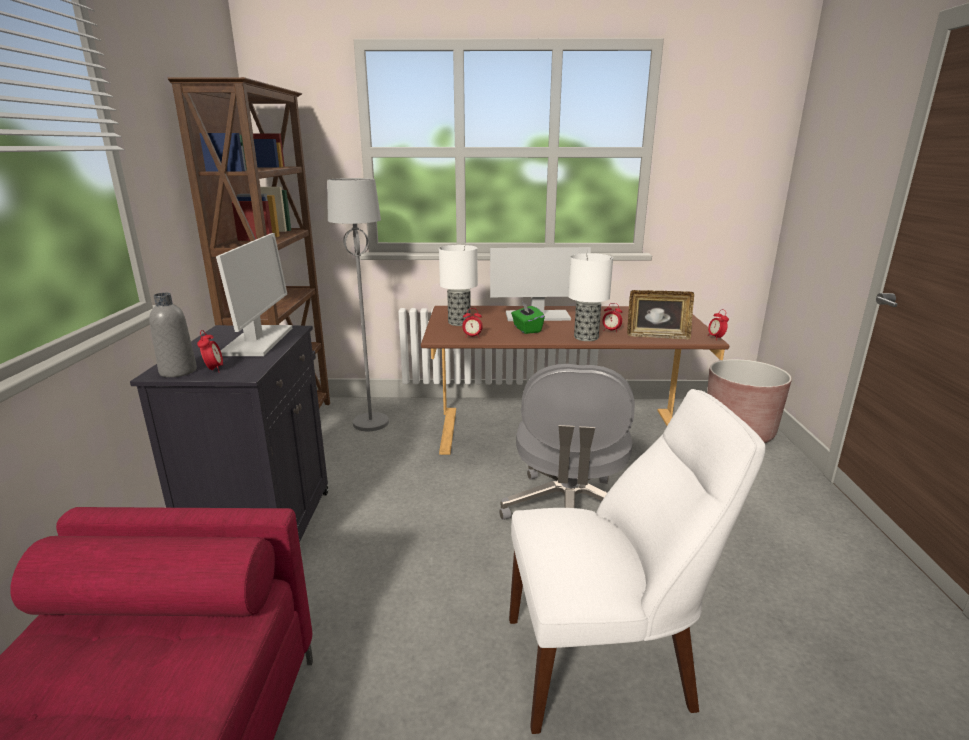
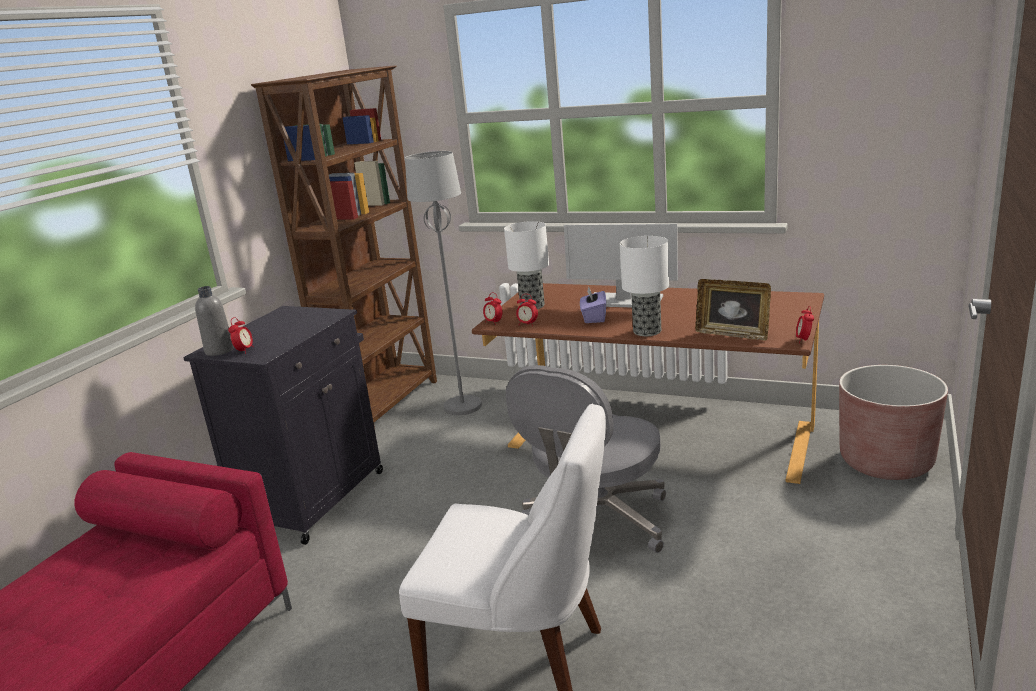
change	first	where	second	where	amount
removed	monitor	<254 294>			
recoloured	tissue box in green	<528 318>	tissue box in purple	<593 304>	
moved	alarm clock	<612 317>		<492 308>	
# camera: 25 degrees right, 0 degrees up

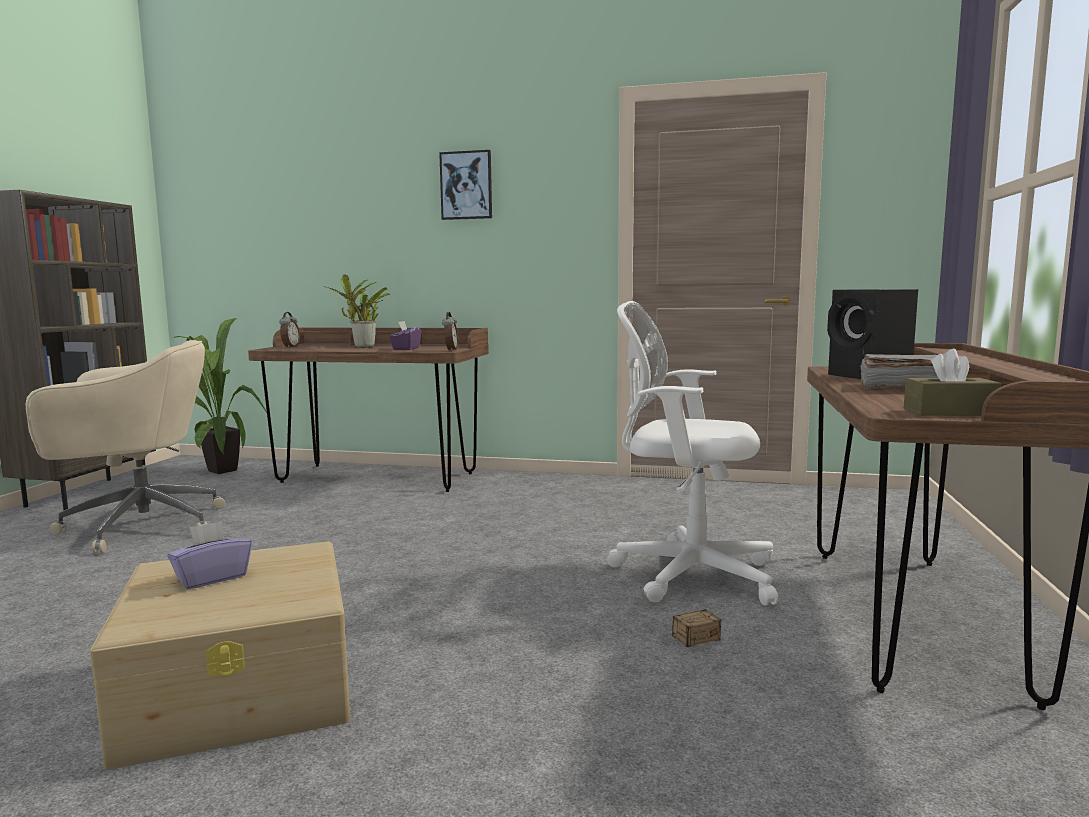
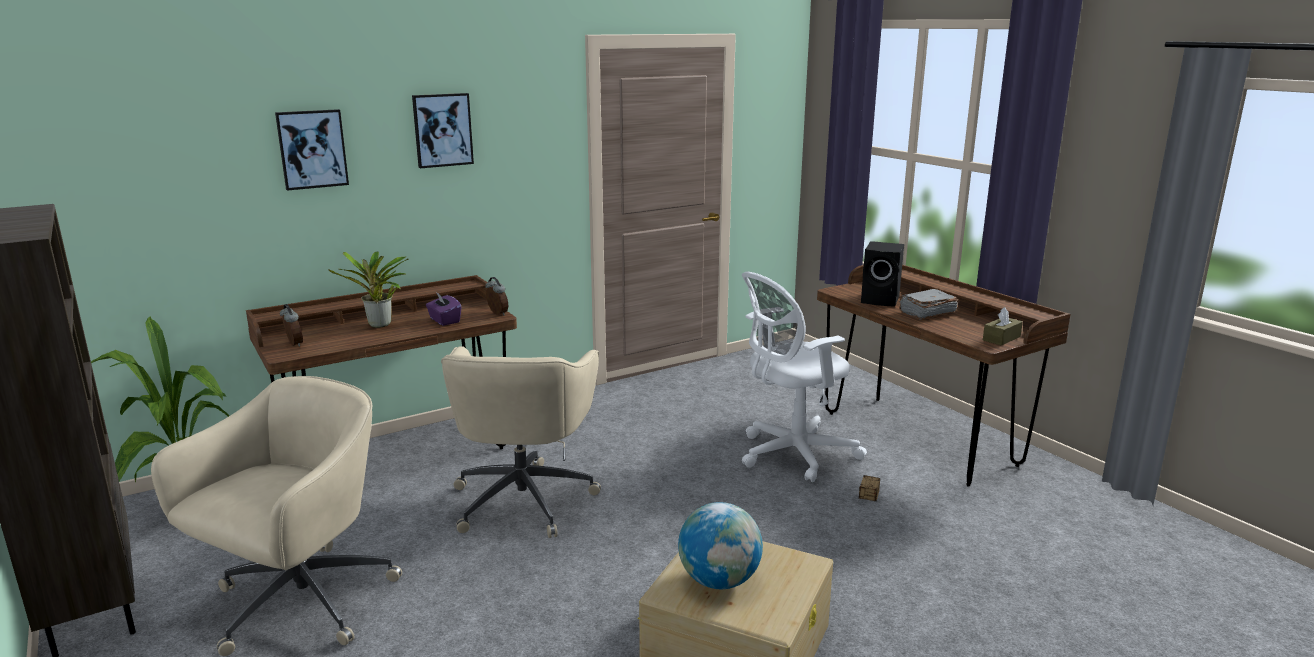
change	first	where	second	where	amount
replaced	tissue box in purple	<209 555>	globe	<720 545>	
added			picture	<312 150>	
added			office chair in beige	<521 442>	
# camera: 45 degrees left, 10 degrees up

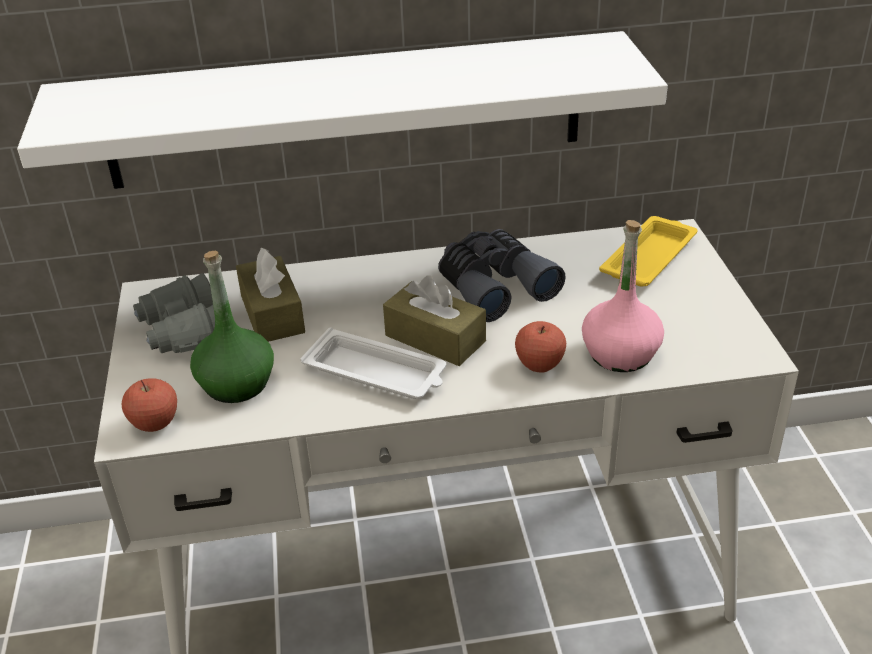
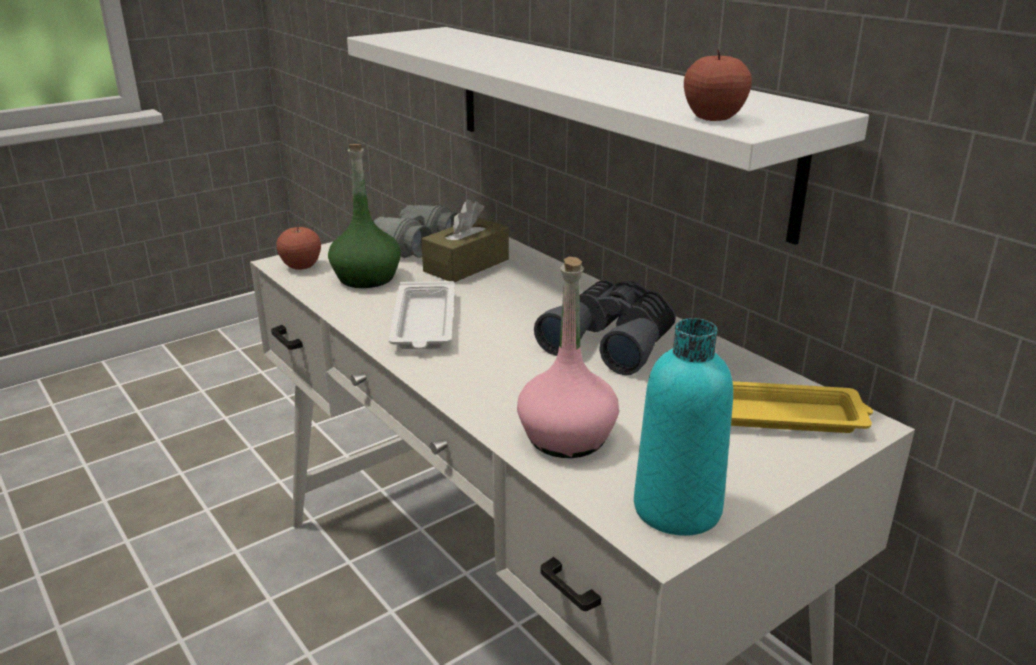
change	first	where	second	where	amount
removed	tissue box in brown	<434 320>			
moved	apple	<540 347>		<718 85>	
added			bottle in turquoise	<683 427>	
# camera: 60 degrees right, 10 degrees down

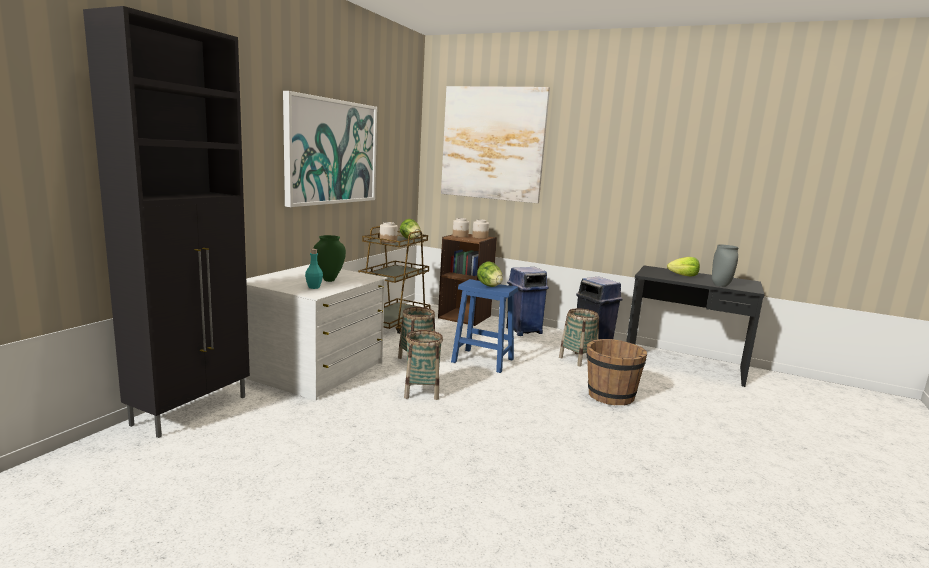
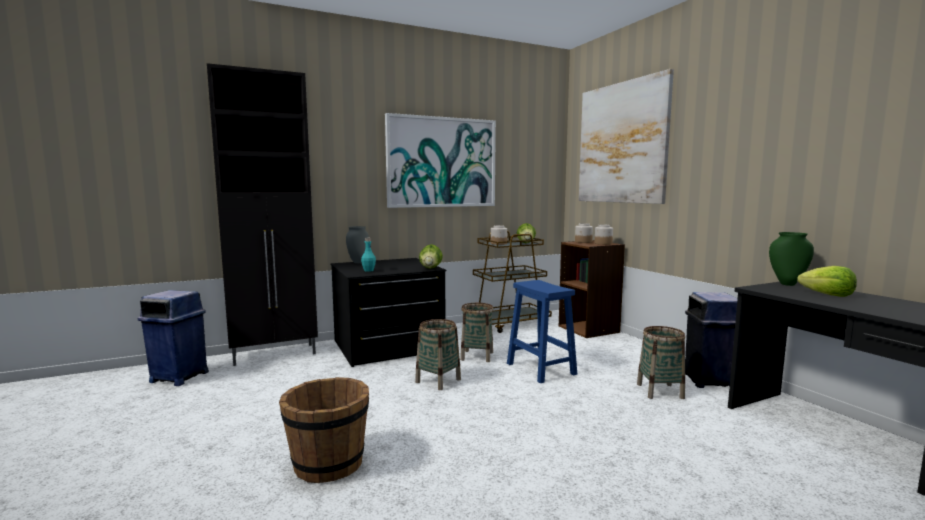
change	first	where	second	where	amount
recoloured	dresser in white	<316 332>	dresser in black	<388 312>	
moved	vase in green	<329 258>		<791 259>	
moved	lettuce	<490 274>		<431 256>	
moved	trash can in blue	<527 301>		<173 338>	
moved	bucket in brown	<616 372>		<324 430>	
moved	vase in grey	<725 266>		<357 244>	
# camera: 40 degrees right, 5 degrees down

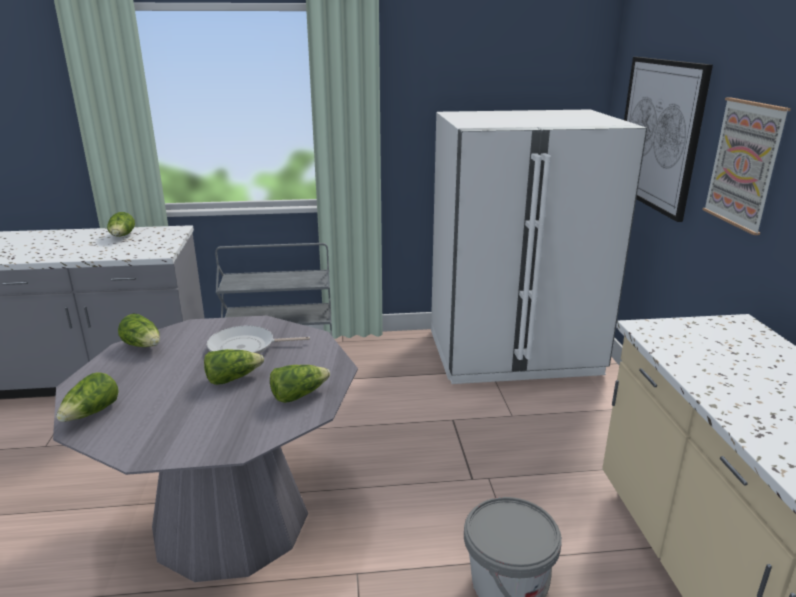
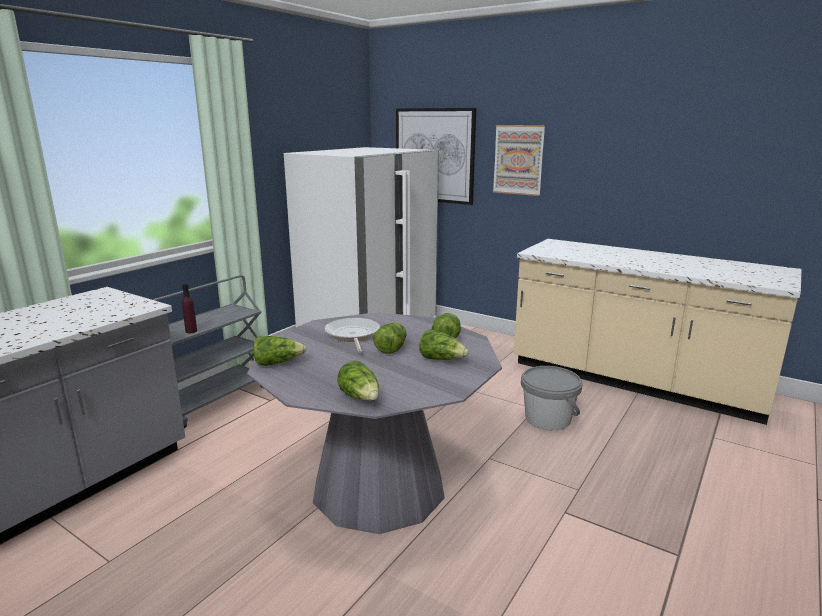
change	first	where	second	where	amount
moved	lettuce	<121 224>		<444 344>	
turned	frying pan	<258 340>		<352 335>	135 degrees clockwise
added			bottle in purple	<189 308>	
# camera: 50 degrees left, 5 degrees down

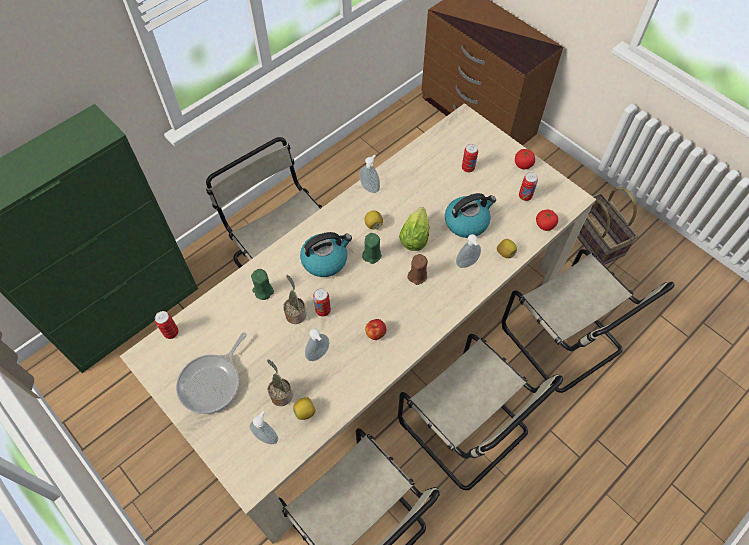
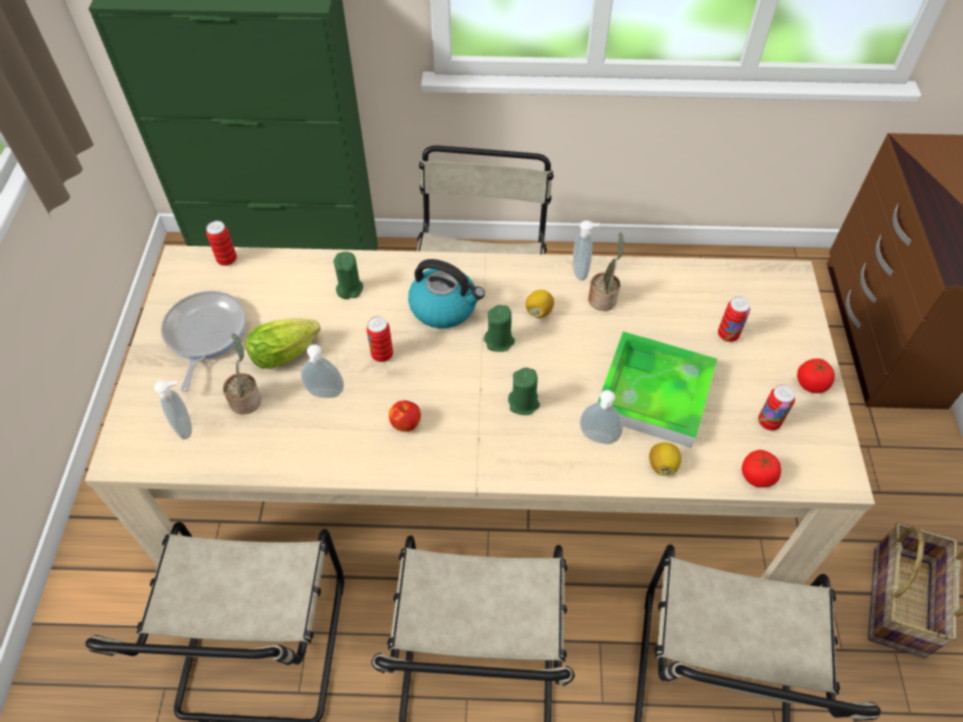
change	first	where	second	where	amount
turned	frying pan	<211 373>		<203 342>	105 degrees clockwise
moved	potted plant	<294 299>		<606 271>	
removed	lemon	<304 408>			
moved	lettuce	<414 229>		<283 343>	
recoloured	candle in brown	<417 269>	candle in green	<524 391>	
replaced	kettle	<470 215>	tray	<657 389>	
# camera: 45 degrees right, 5 degrees down

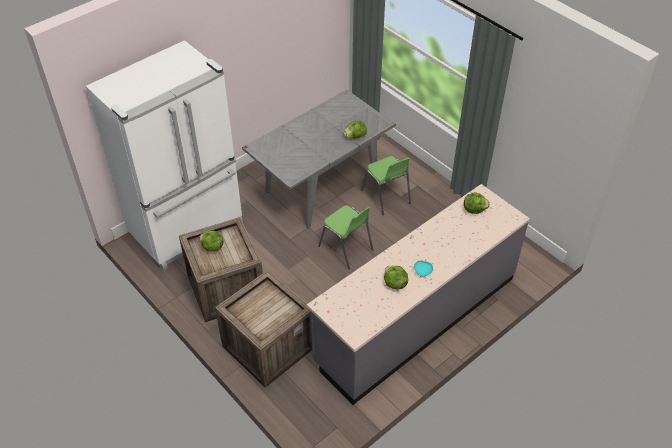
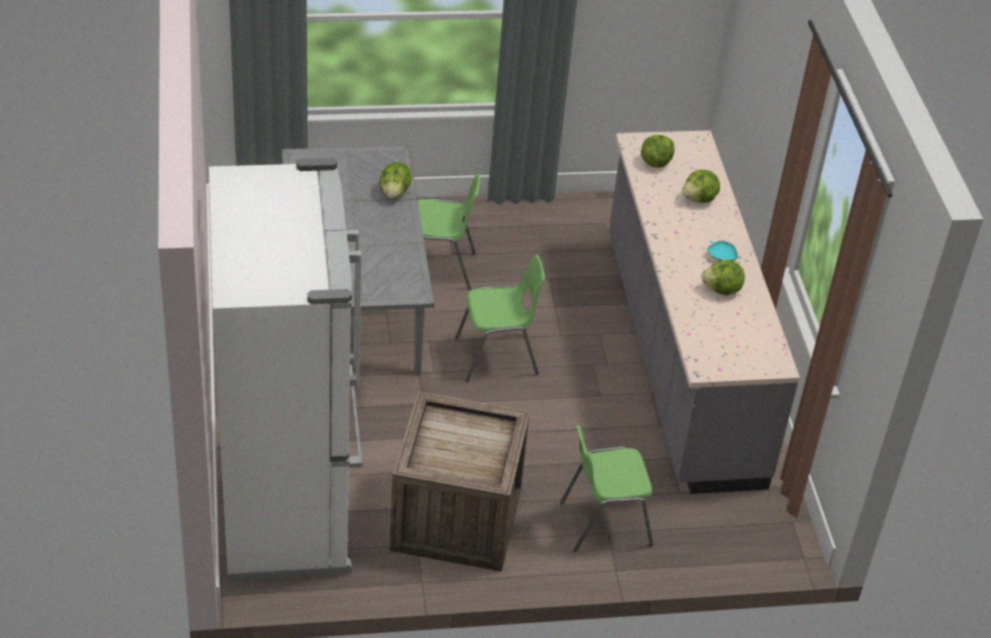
change	first	where	second	where	amount
moved	lettuce	<211 241>		<701 186>	
replaced	crate	<263 329>	chair in green	<606 488>	
# camera: 60 degrees left, 5 degrees down

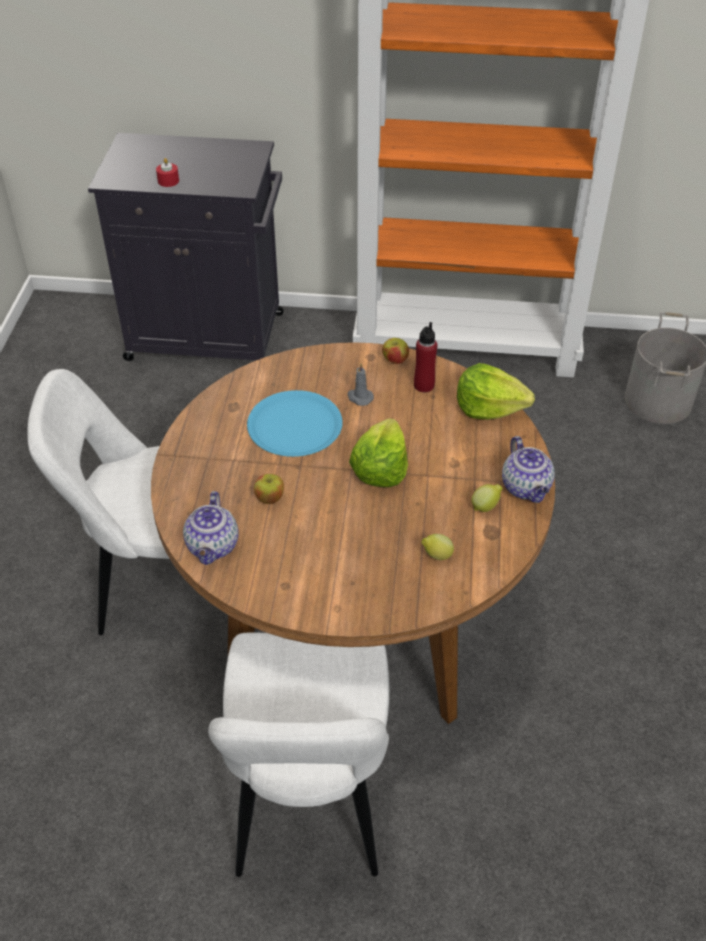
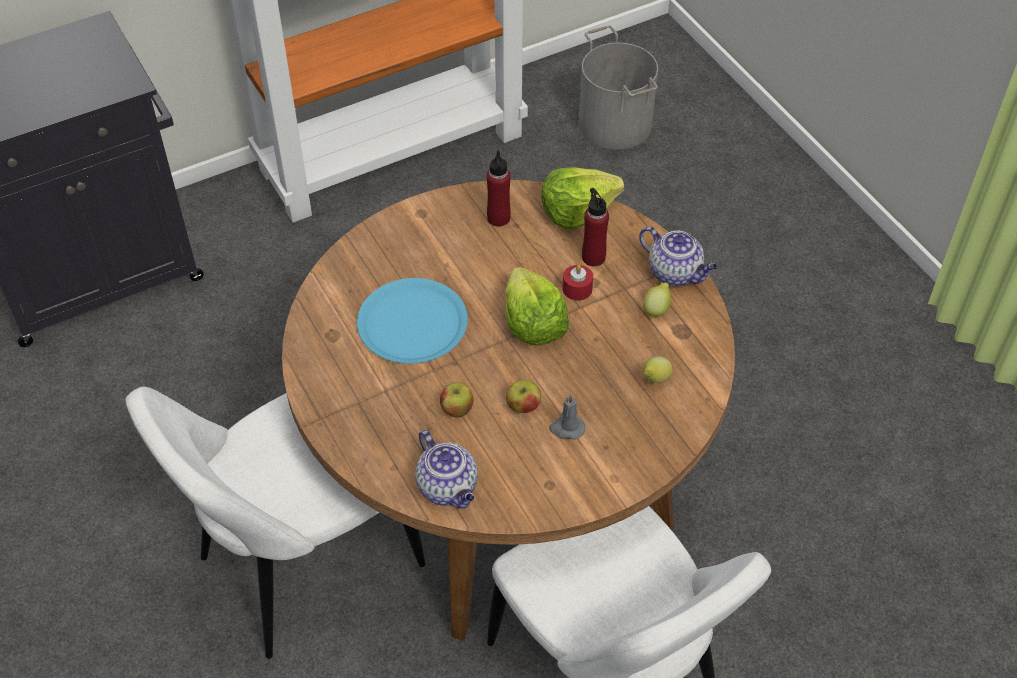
change	first	where	second	where	amount
moved	candle in red	<167 172>		<578 282>	
moved	candle in grey	<361 385>		<567 417>	
moved	apple	<395 351>		<523 396>	
added			bottle in red	<595 227>	
# camera: 35 degrees left, 5 degrees up

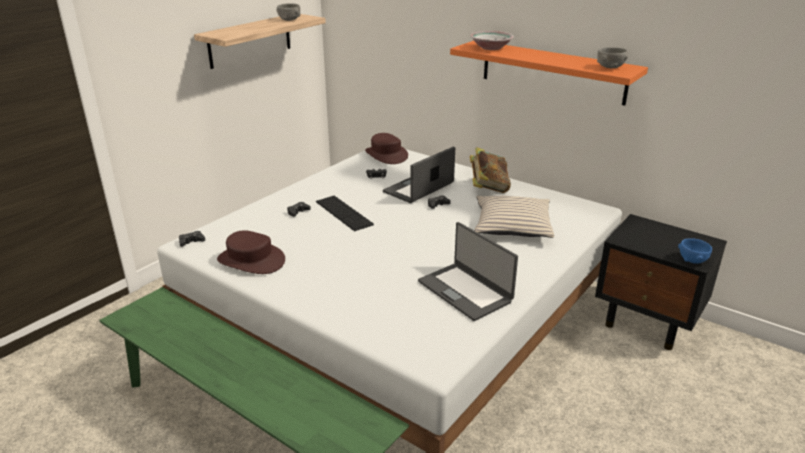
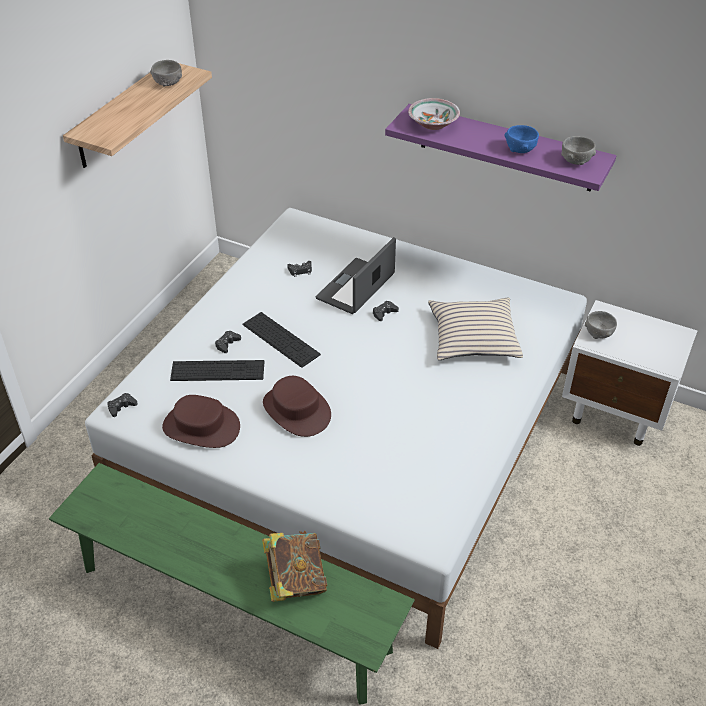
change	first	where	second	where	amount
moved	hat in brown	<386 148>		<297 406>	
removed	laptop	<468 271>			
recoloured	shelf in orange	<549 73>	shelf in purple	<500 147>	
moved	book	<490 170>		<294 566>	
recoloured	nightstand in black	<661 282>	nightstand in white	<629 373>	
moved	bowl in blue	<695 251>		<522 139>	
added			keyboard	<217 370>	
added			bowl in grey	<601 325>	
# camera: 10 degrees left, 15 degrees up

